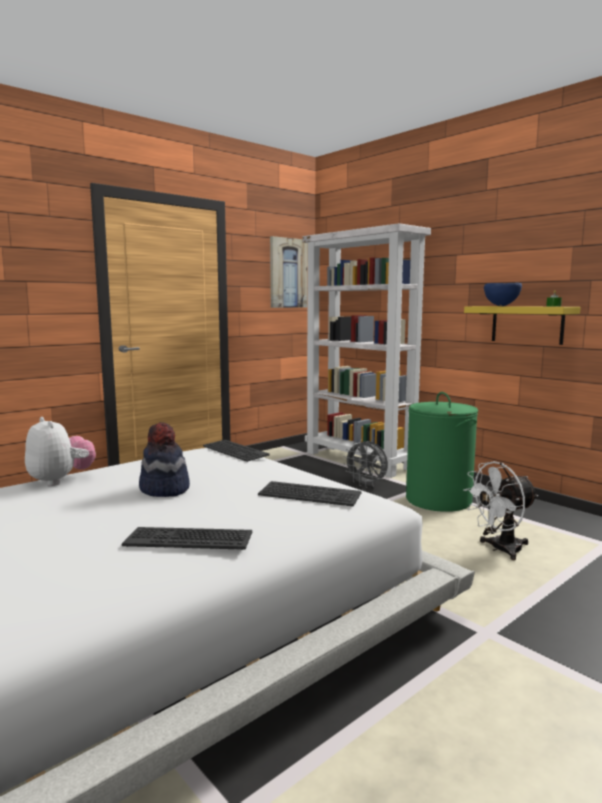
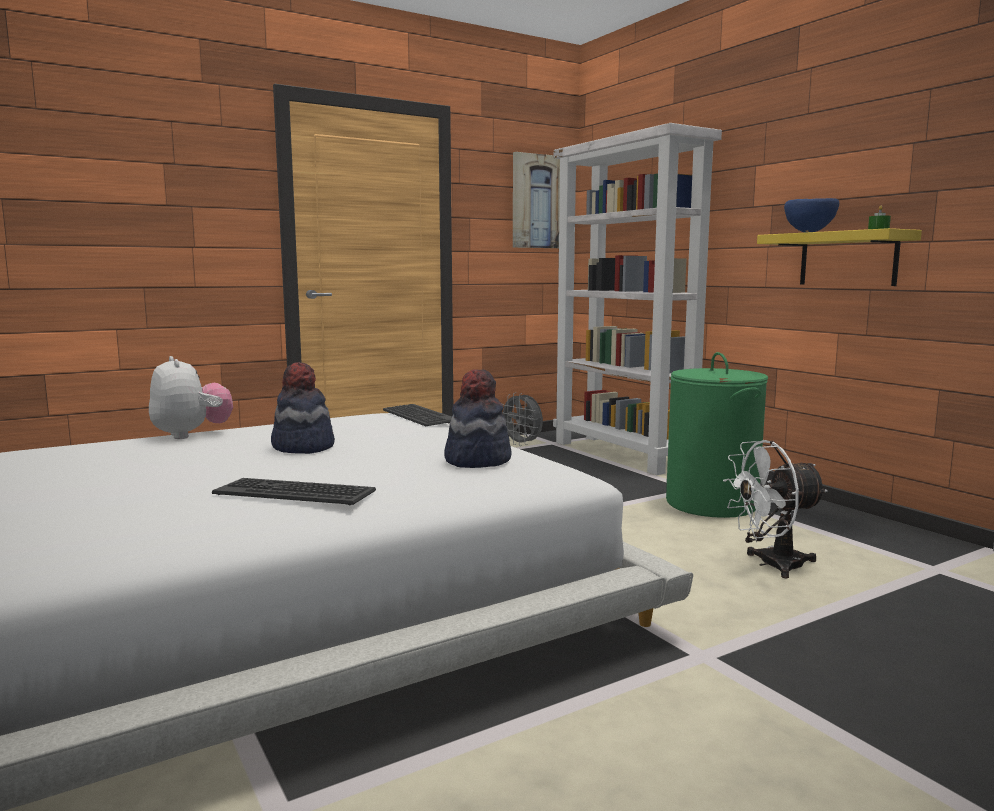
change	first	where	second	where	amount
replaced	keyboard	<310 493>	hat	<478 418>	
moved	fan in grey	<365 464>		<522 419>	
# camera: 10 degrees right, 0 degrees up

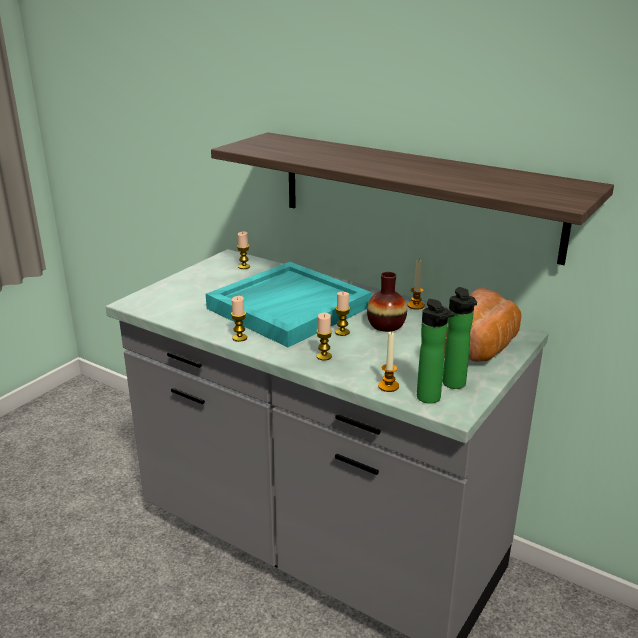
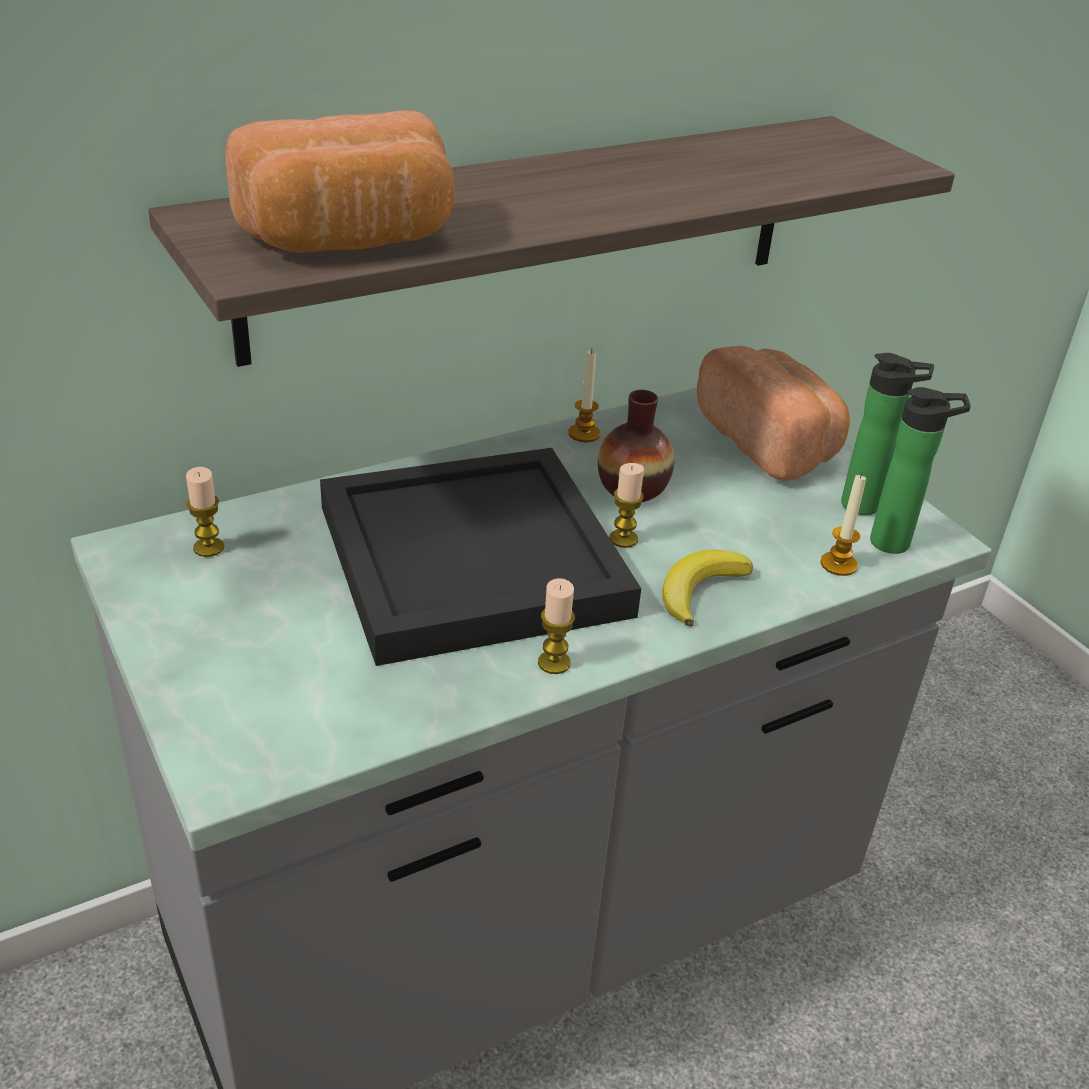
change	first	where	second	where	amount
recoloured	tray in turquoise	<289 304>	tray in black	<480 557>	
replaced	candle	<324 337>	banana	<707 588>	
added			bread	<339 182>	
# camera: 65 degrees left, 10 degrees up

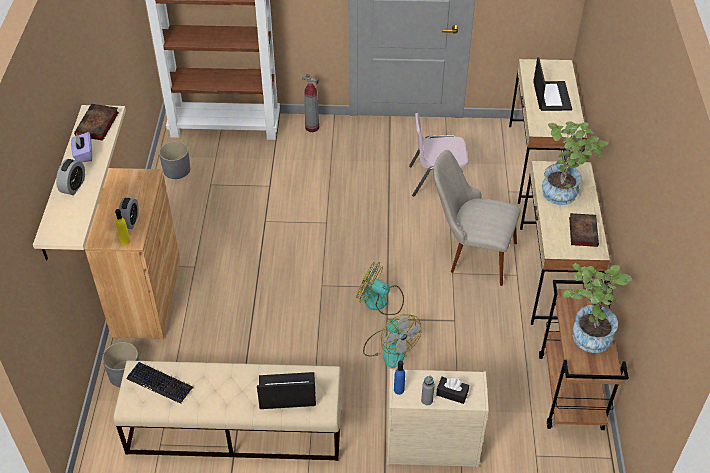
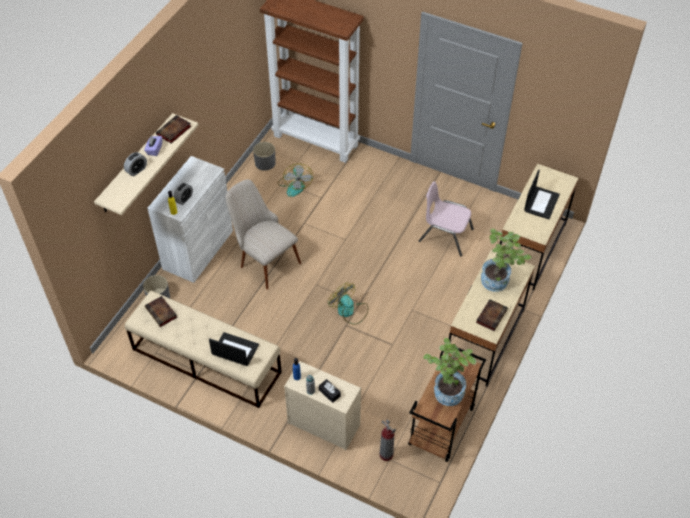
change	first	where	second	where	amount
recoloured	cabinet in brown	<132 253>	cabinet in white	<190 219>	
replaced	keyboard	<159 383>	book	<161 311>	
moved	fire extinguisher	<310 103>		<388 440>	
moved	fan	<392 341>		<295 180>	
moved	chair in beige	<477 218>		<263 234>	
# camera: 25 degrees right, 5 degrees up

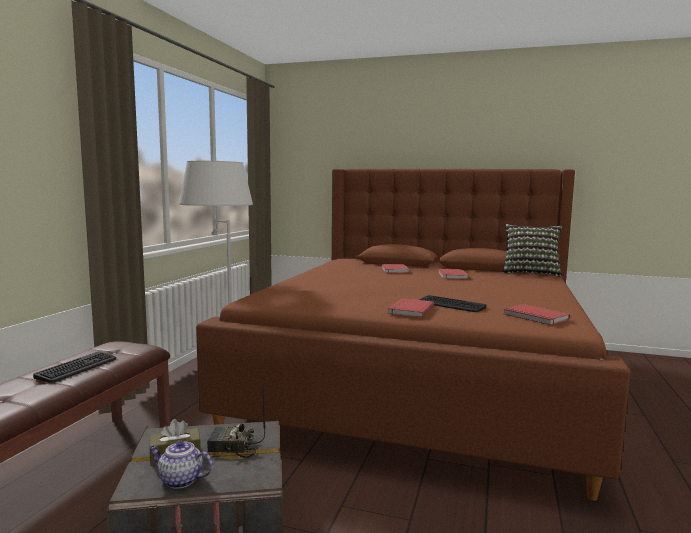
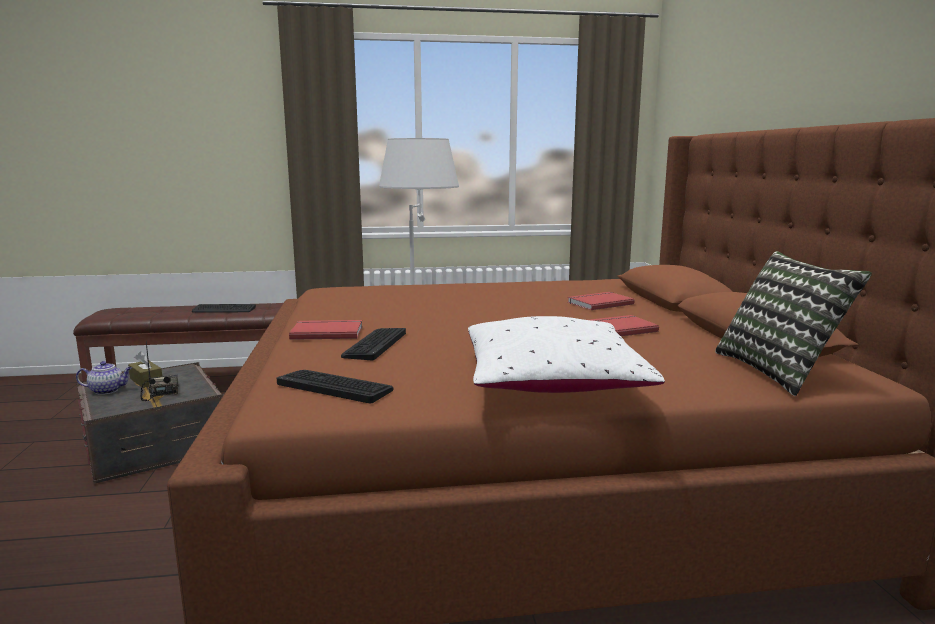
change	first	where	second	where	amount
turned	teapot	<181 464>		<104 378>	90 degrees clockwise
replaced	book in red	<537 314>	keyboard	<335 386>	
added			pillow in white	<566 354>	
# camera: 65 degrees right, 5 degrees up

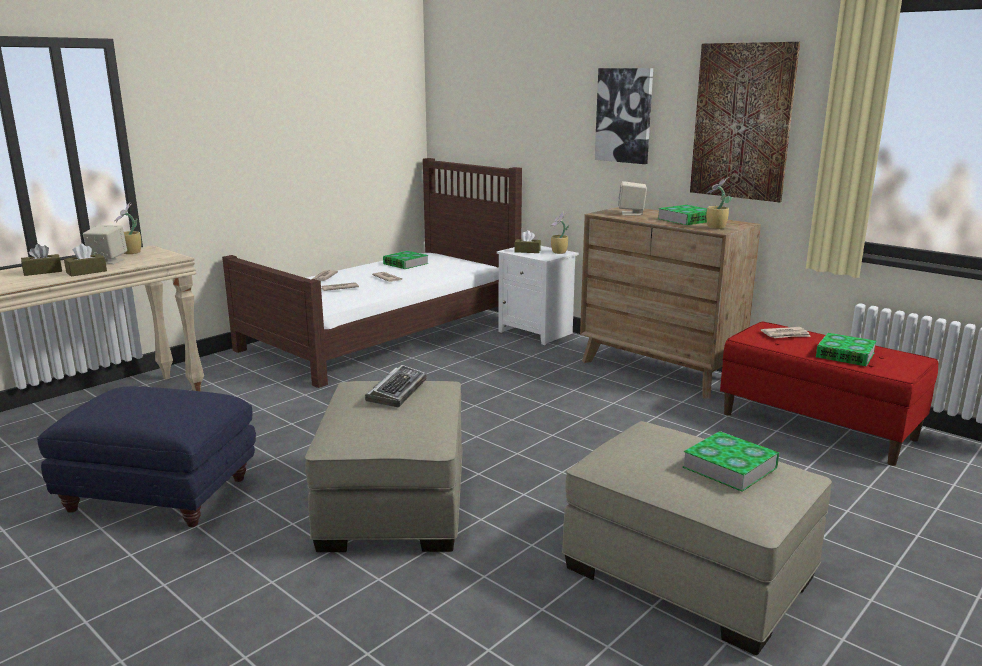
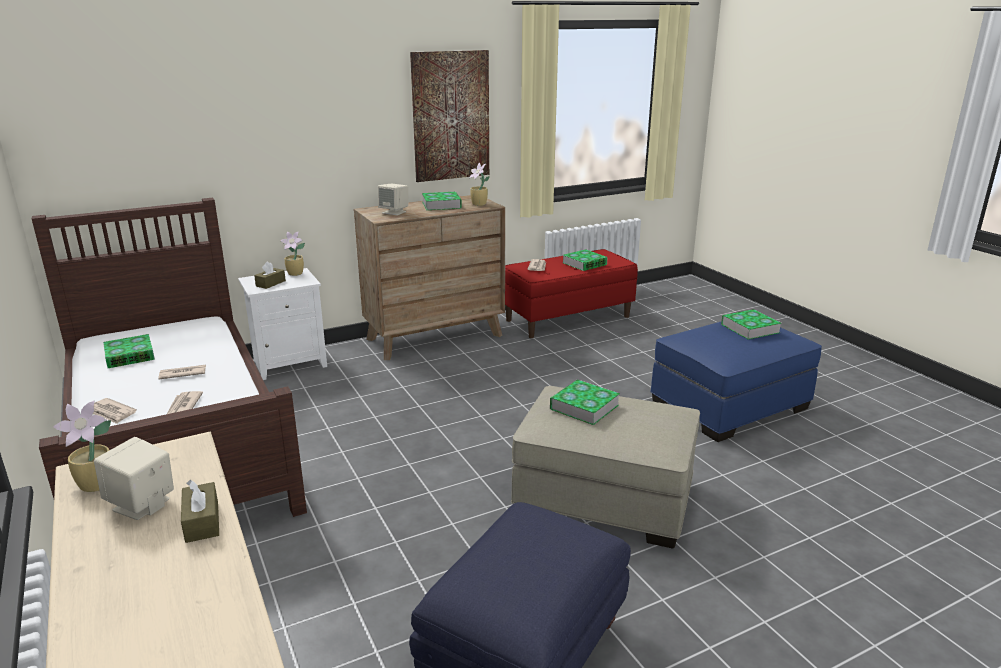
change	first	where	second	where	amount
removed	tissue box in brown	<41 260>			
replaced	keyboard	<396 386>	book	<585 402>	
recoloured	ottoman in beige	<697 538>	ottoman in blue	<736 382>	
removed	picture	<624 116>			
# camera: 70 degrees left, 5 degrees up

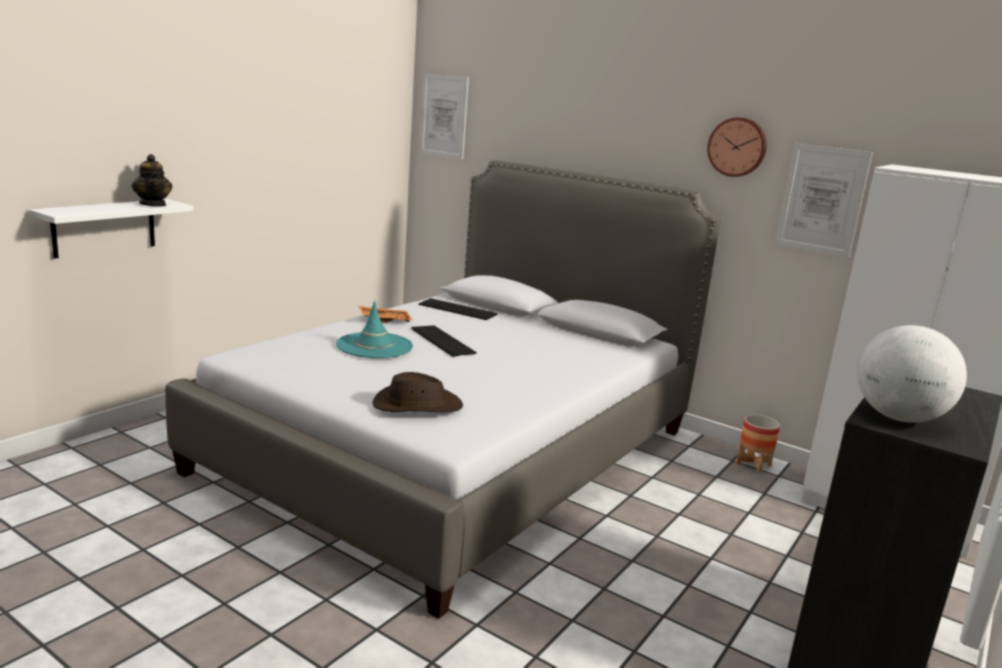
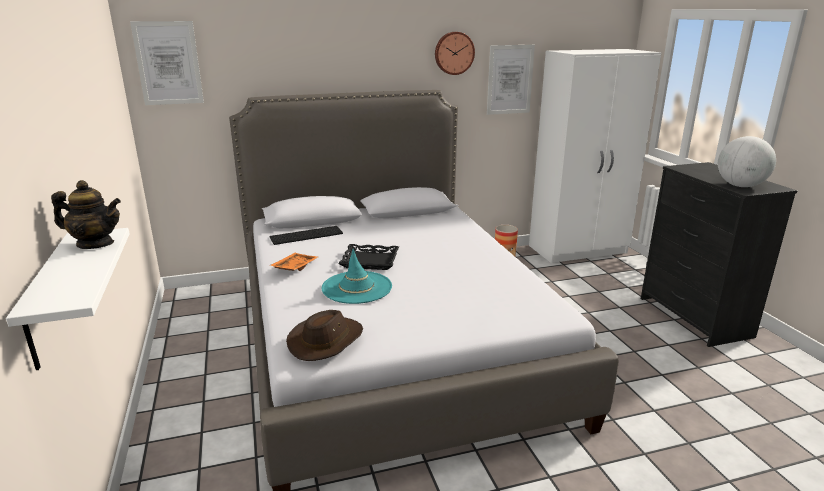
change	first	where	second	where	amount
moved	hat in brown	<417 392>		<324 335>	
replaced	keyboard	<444 341>	tray in black	<368 257>	
# camera: 50 degrees left, 5 degrees up

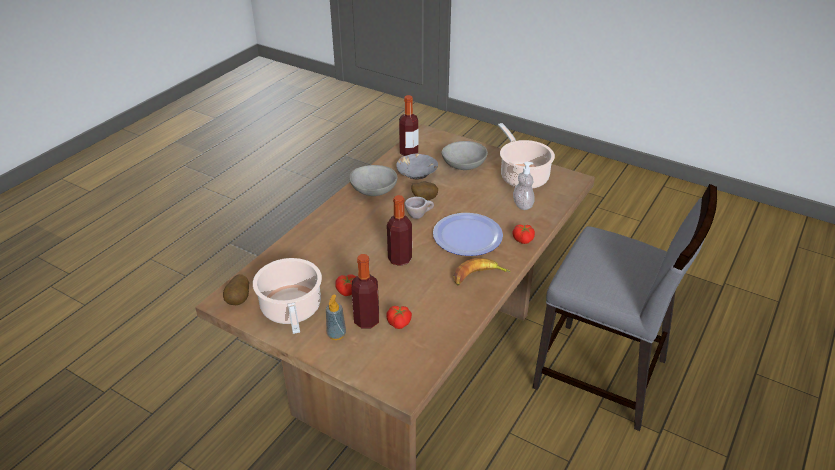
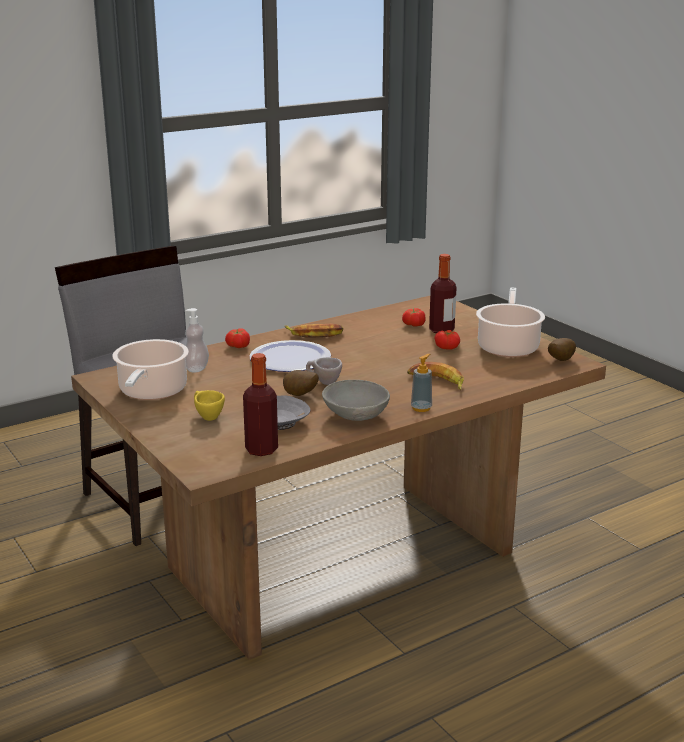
change	first	where	second	where	amount
moved	soap dispenser	<336 317>		<421 383>	
removed	bottle	<399 230>			
replaced	bowl in grey	<464 155>	cup in yellow	<209 405>	
added			banana	<435 376>	
# camera: 155 degrees left, 15 degrees down

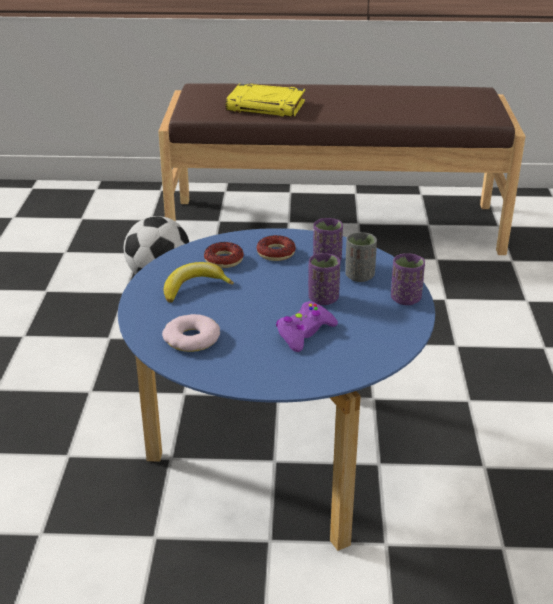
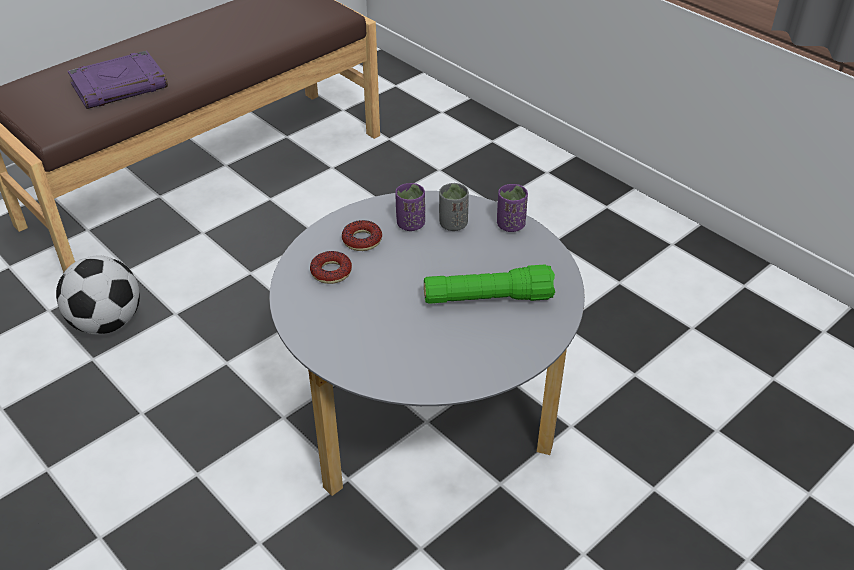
change	first	where	second	where	amount
recoloured	coffee table in blue	<276 389>	coffee table in grey	<427 343>	
removed	donut	<191 333>			
removed	banana	<199 282>			
recoloured	book in yellow	<265 100>	book in purple	<118 79>	
replaced	game controller in purple	<307 326>	flashlight in green	<489 284>	
removed	cup in purple	<324 279>			
# camera: 45 degrees left, 10 degrees up

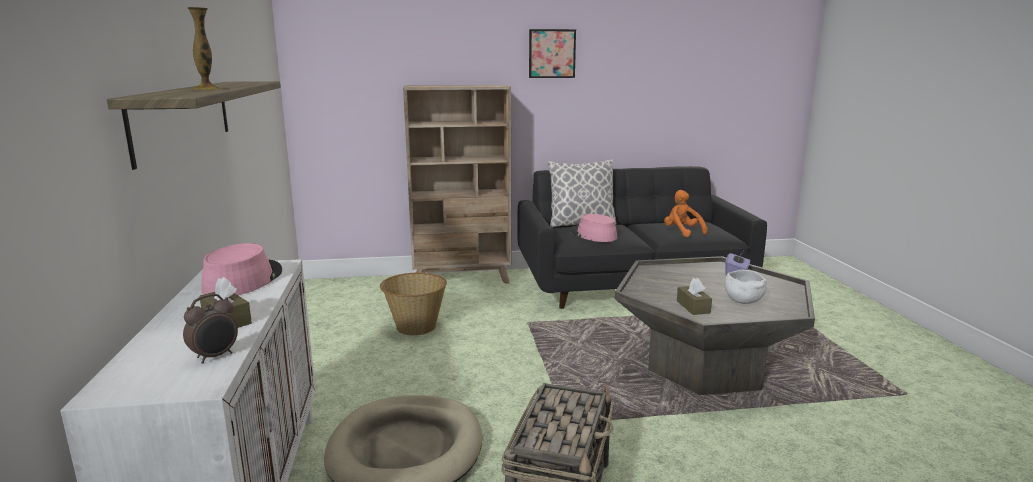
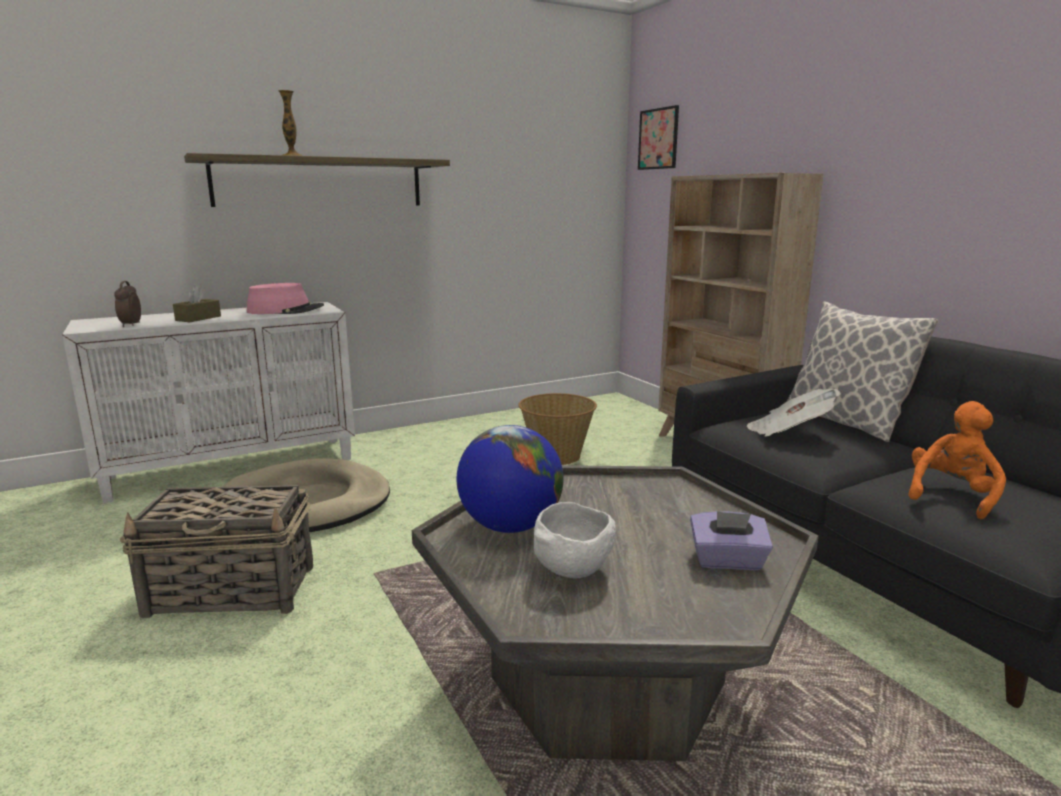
change	first	where	second	where	amount
turned	alarm clock	<210 329>		<127 304>	60 degrees clockwise
moved	picture	<552 53>		<658 137>	
replaced	hat in pink	<593 228>	newspaper	<793 412>	
replaced	tissue box in brown	<694 296>	globe	<510 479>	
# camera: 70 degrees right, 0 degrees up

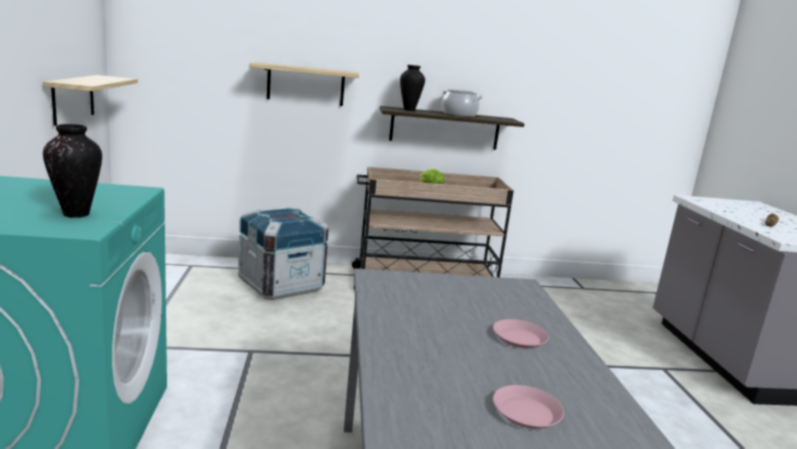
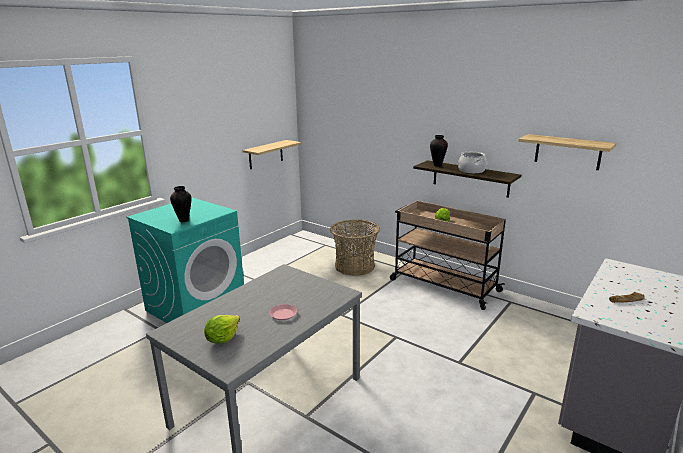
change	first	where	second	where	amount
replaced	crate	<283 253>	basket	<355 248>	
moved	shelf	<304 84>		<567 152>	
replaced	plate in pink	<528 407>	lettuce	<222 329>	
# camera: 45 degrees right, 5 degrees up

